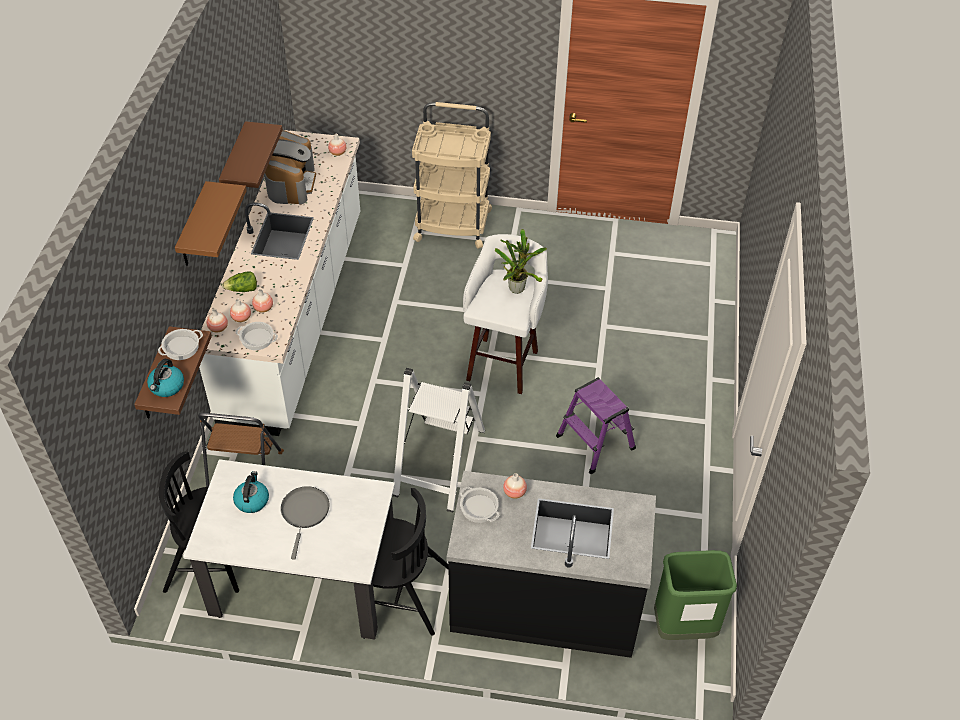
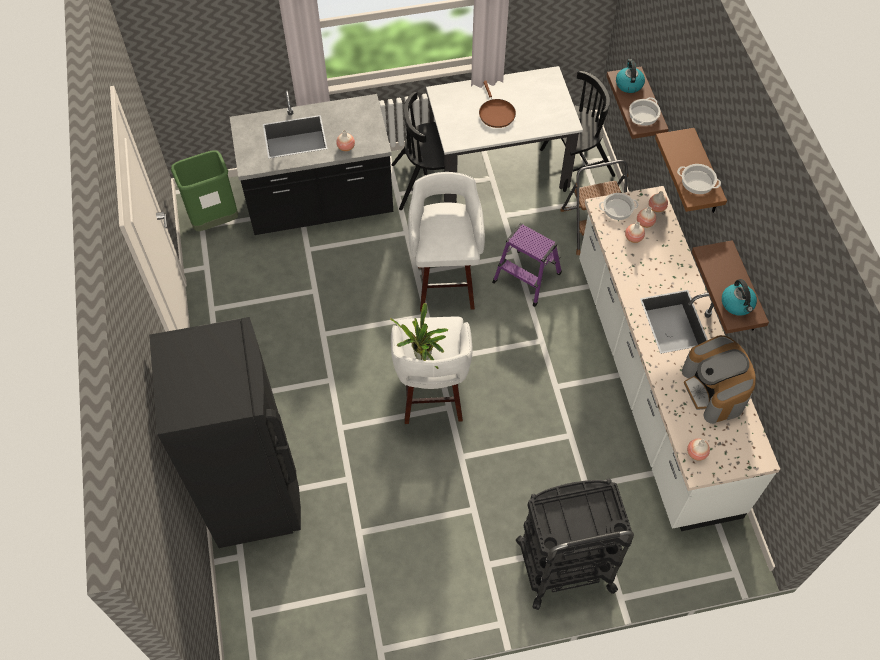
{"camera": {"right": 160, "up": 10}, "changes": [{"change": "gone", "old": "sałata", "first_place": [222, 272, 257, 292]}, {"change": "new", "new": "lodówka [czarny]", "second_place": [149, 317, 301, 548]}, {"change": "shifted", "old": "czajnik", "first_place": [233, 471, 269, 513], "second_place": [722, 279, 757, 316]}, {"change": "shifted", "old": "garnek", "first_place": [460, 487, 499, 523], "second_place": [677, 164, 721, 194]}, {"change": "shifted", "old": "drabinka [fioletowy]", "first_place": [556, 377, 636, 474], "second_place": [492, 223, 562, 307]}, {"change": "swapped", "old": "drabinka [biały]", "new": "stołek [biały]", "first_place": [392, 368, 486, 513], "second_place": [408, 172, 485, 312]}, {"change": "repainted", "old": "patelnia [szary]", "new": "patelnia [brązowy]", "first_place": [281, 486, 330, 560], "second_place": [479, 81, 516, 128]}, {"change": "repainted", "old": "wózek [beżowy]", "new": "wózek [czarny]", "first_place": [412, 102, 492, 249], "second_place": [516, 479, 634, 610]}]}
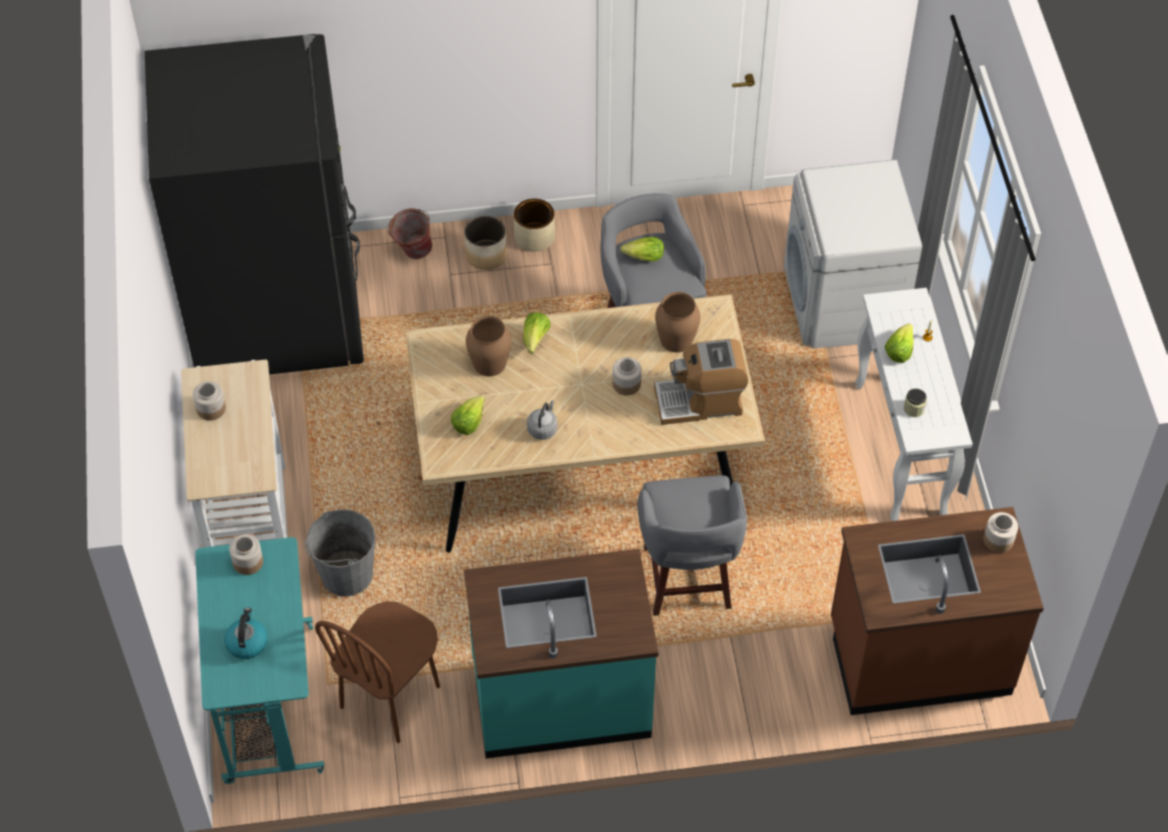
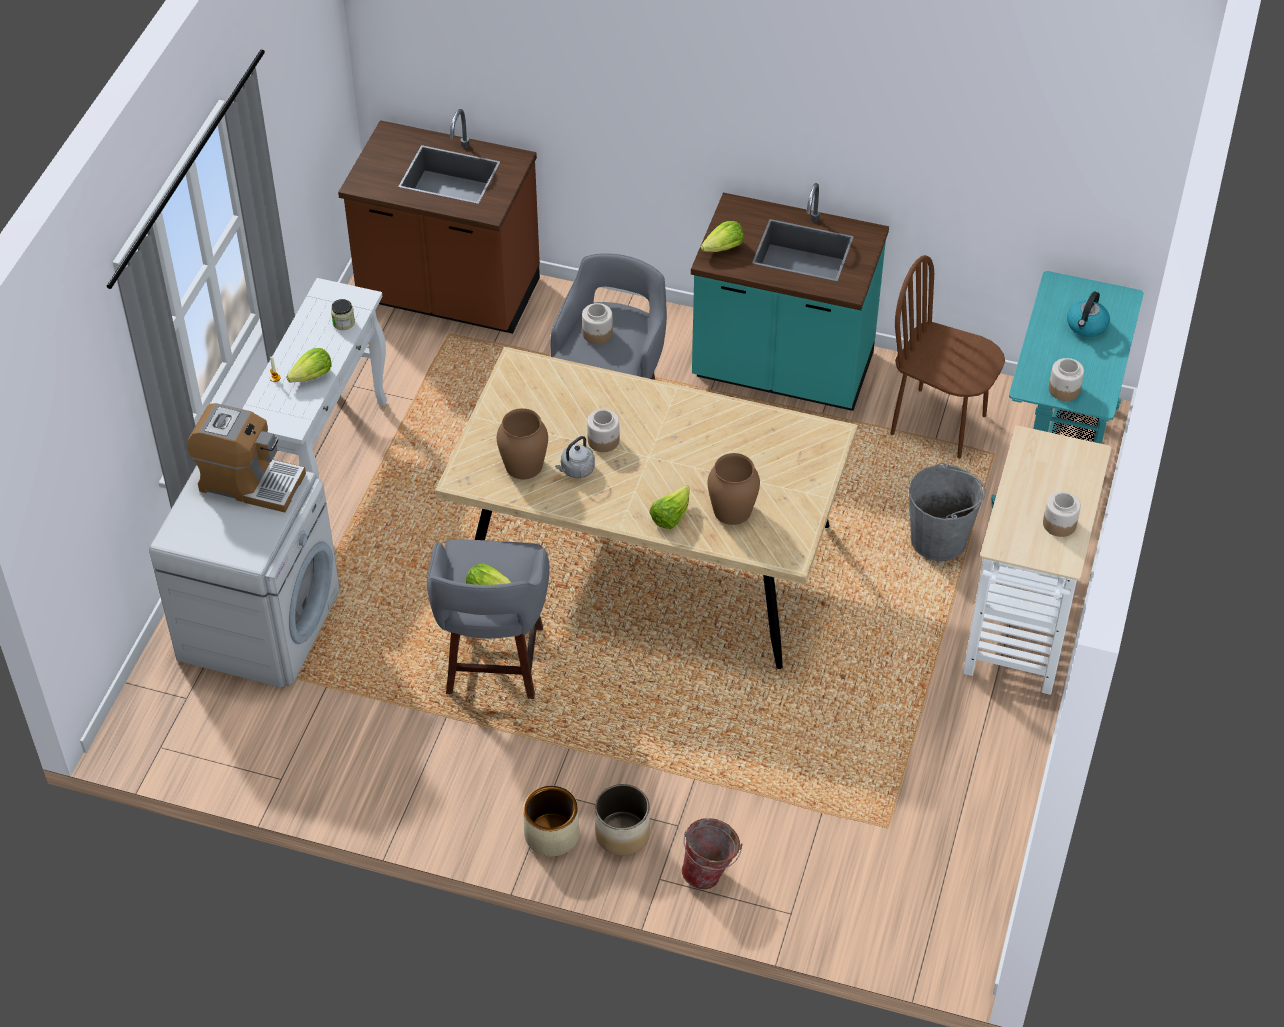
{"camera": {"right": -155, "up": -5}, "changes": [{"change": "gone", "old": "lodówka [czarny]", "first_place": [145, 34, 364, 374]}, {"change": "shifted", "old": "sałata", "first_place": [451, 395, 485, 435], "second_place": [700, 221, 744, 252]}, {"change": "shifted", "old": "czajnik [szary]", "first_place": [527, 400, 558, 440], "second_place": [555, 436, 595, 478]}, {"change": "shifted", "old": "ekspres do kawy", "first_place": [654, 339, 748, 425], "second_place": [187, 403, 306, 512]}, {"change": "shifted", "old": "słoik", "first_place": [983, 512, 1018, 553], "second_place": [582, 303, 613, 344]}, {"change": "rotated", "old": "krzesło [brązowy]", "first_place": [315, 601, 440, 743], "second_place": [890, 255, 1005, 458], "degrees": -120}]}
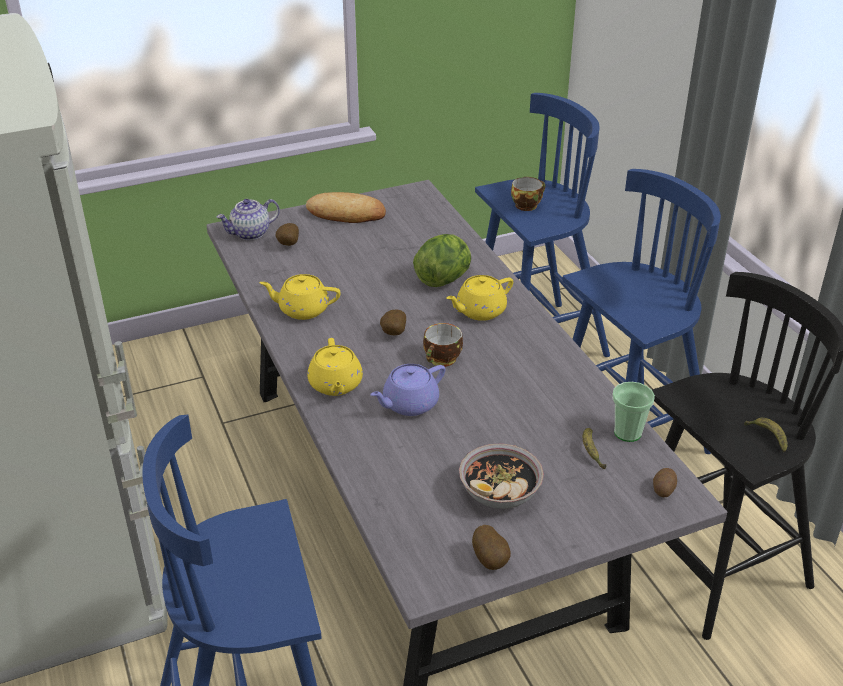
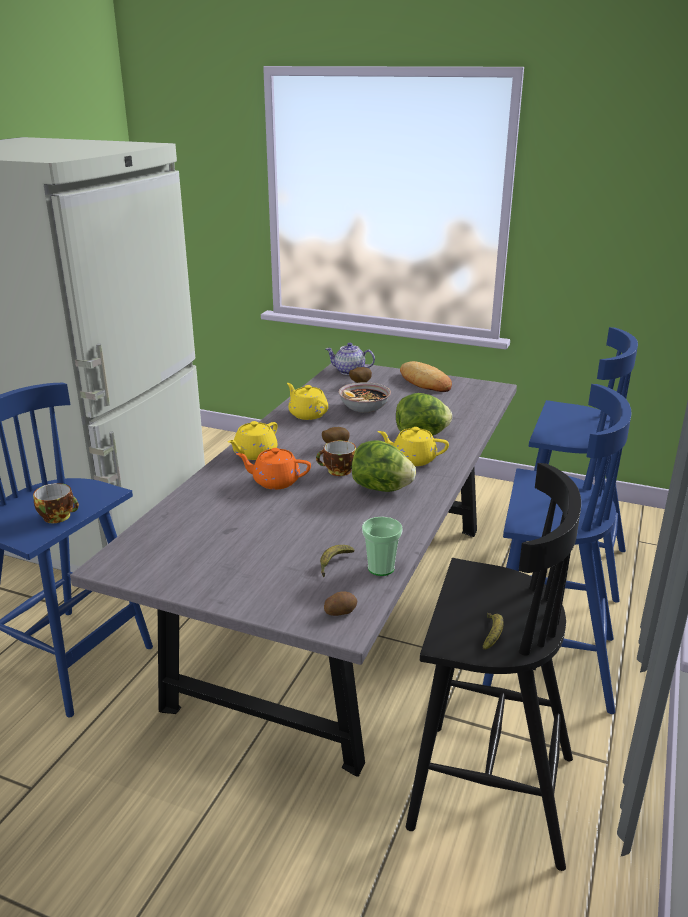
{"camera": {"right": 45, "up": -10}, "changes": [{"change": "gone", "old": "ziemniak", "first_place": [472, 525, 511, 570]}, {"change": "new", "new": "sałata", "second_place": [352, 440, 416, 492]}, {"change": "shifted", "old": "miska", "first_place": [459, 443, 544, 509], "second_place": [338, 382, 391, 413]}, {"change": "shifted", "old": "filiżanka", "first_place": [511, 177, 545, 211], "second_place": [33, 483, 79, 523]}, {"change": "repainted", "old": "imbryk [fioletowy]", "new": "imbryk [pomarańczowy]", "first_place": [370, 364, 445, 416], "second_place": [236, 448, 311, 490]}]}
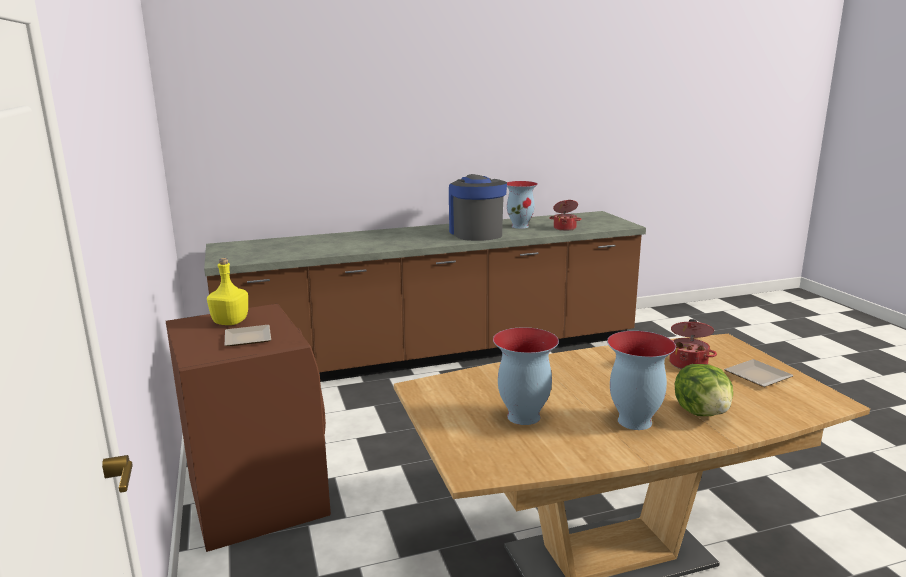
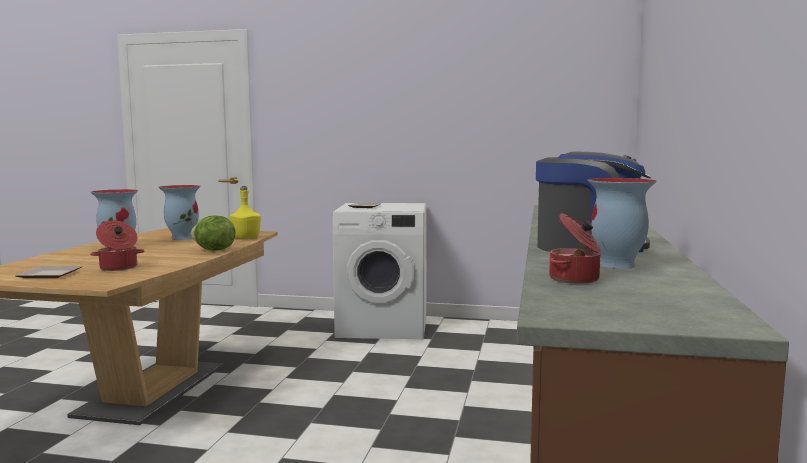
{"camera": {"right": 120, "up": -10}, "changes": [{"change": "shifted", "old": "butelka [żółty]", "first_place": [207, 258, 248, 325], "second_place": [229, 186, 261, 239]}, {"change": "shifted", "old": "sałata", "first_place": [675, 364, 733, 416], "second_place": [191, 216, 236, 251]}, {"change": "repainted", "old": "pralka [brązowy]", "new": "pralka [biały]", "first_place": [166, 304, 331, 552], "second_place": [333, 203, 427, 339]}]}
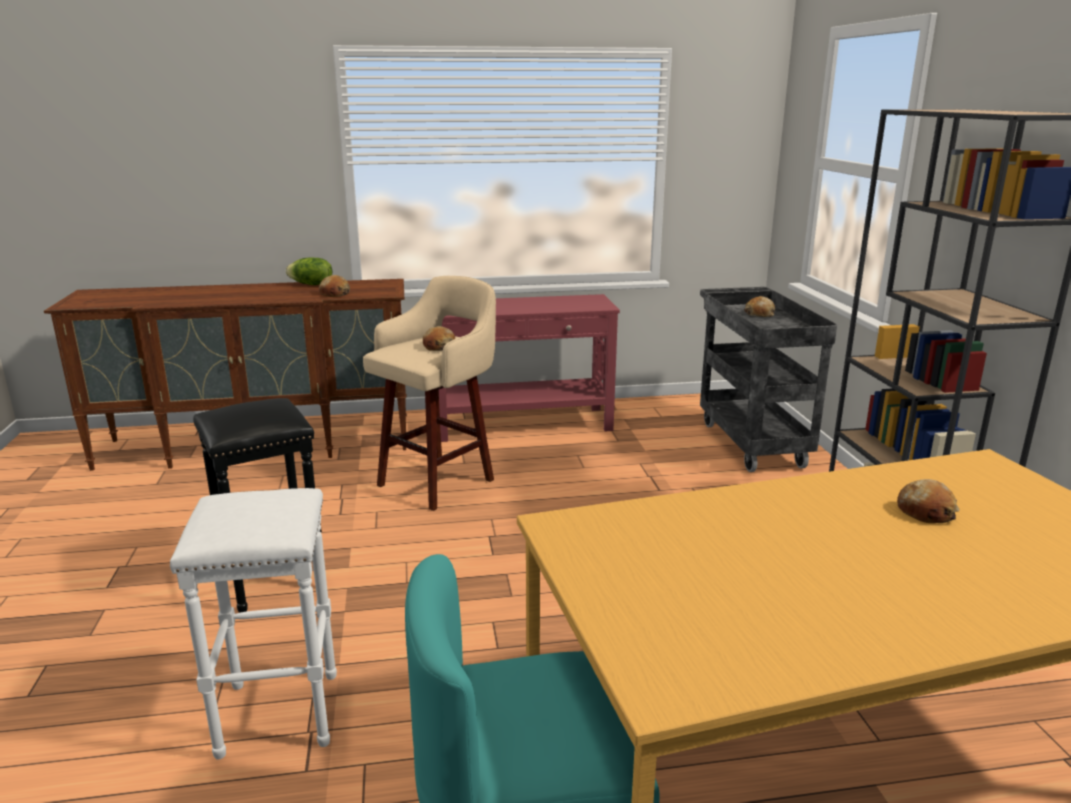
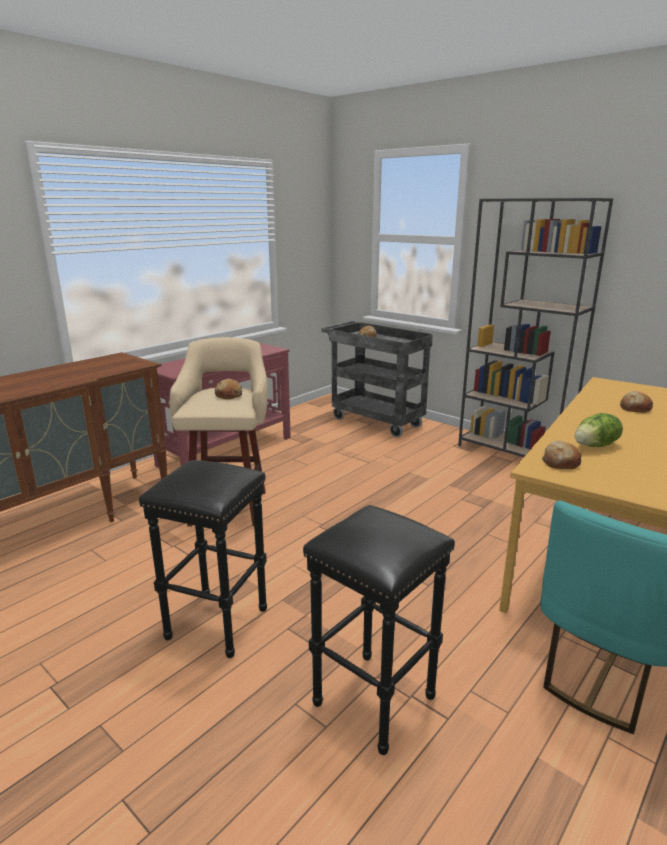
{"camera": {"right": -40, "up": 0}, "changes": [{"change": "shifted", "old": "sałata", "first_place": [286, 257, 332, 285], "second_place": [575, 413, 623, 447]}, {"change": "shifted", "old": "chleb", "first_place": [319, 275, 350, 297], "second_place": [541, 441, 582, 469]}, {"change": "repainted", "old": "stołek [biały]", "new": "stołek [czarny]", "first_place": [170, 488, 337, 759], "second_place": [303, 505, 455, 755]}]}
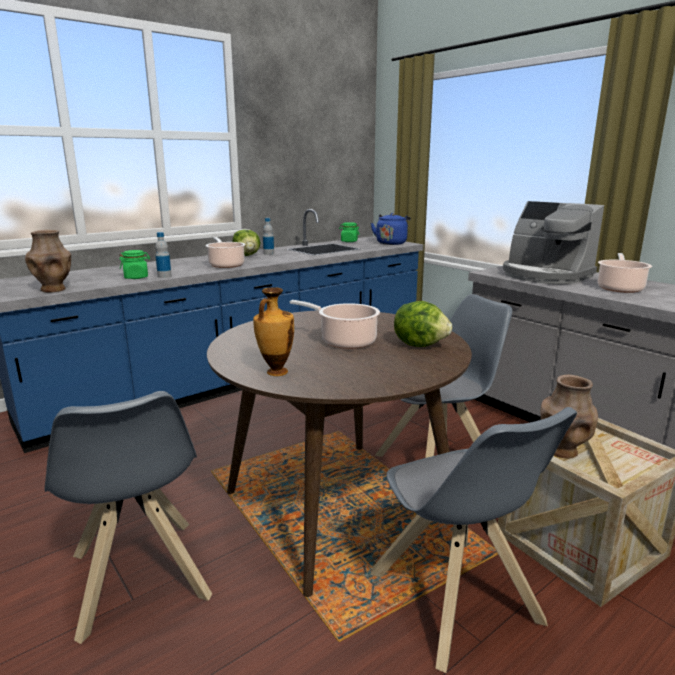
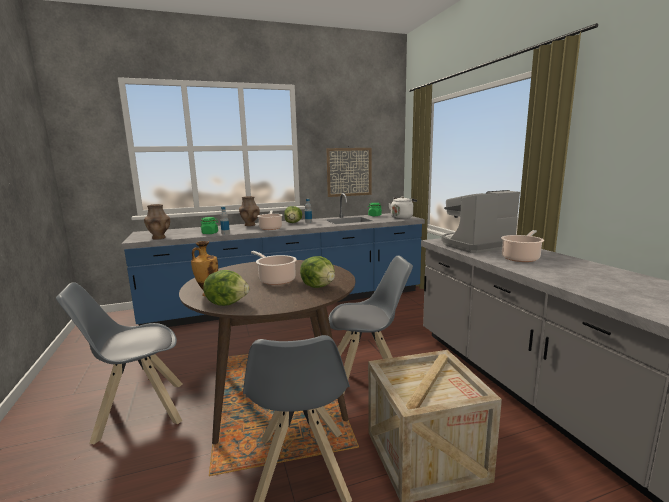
{"camera": {"right": 20, "up": -5}, "changes": [{"change": "new", "new": "sałata", "second_place": [203, 270, 249, 306]}, {"change": "new", "new": "obraz", "second_place": [326, 146, 371, 197]}, {"change": "shifted", "old": "wazon [brązowy]", "first_place": [541, 375, 598, 459], "second_place": [239, 196, 260, 226]}, {"change": "repainted", "old": "czajnik [niebieski]", "new": "czajnik [biały]", "first_place": [371, 213, 411, 245], "second_place": [388, 196, 417, 219]}, {"change": "rotated", "old": "krzesło [szary]", "first_place": [45, 391, 212, 644], "second_place": [56, 282, 183, 444], "degrees": 75}, {"change": "rotated", "old": "ekspres do kawy", "first_place": [503, 201, 604, 285], "second_place": [441, 190, 520, 253], "degrees": 90}]}
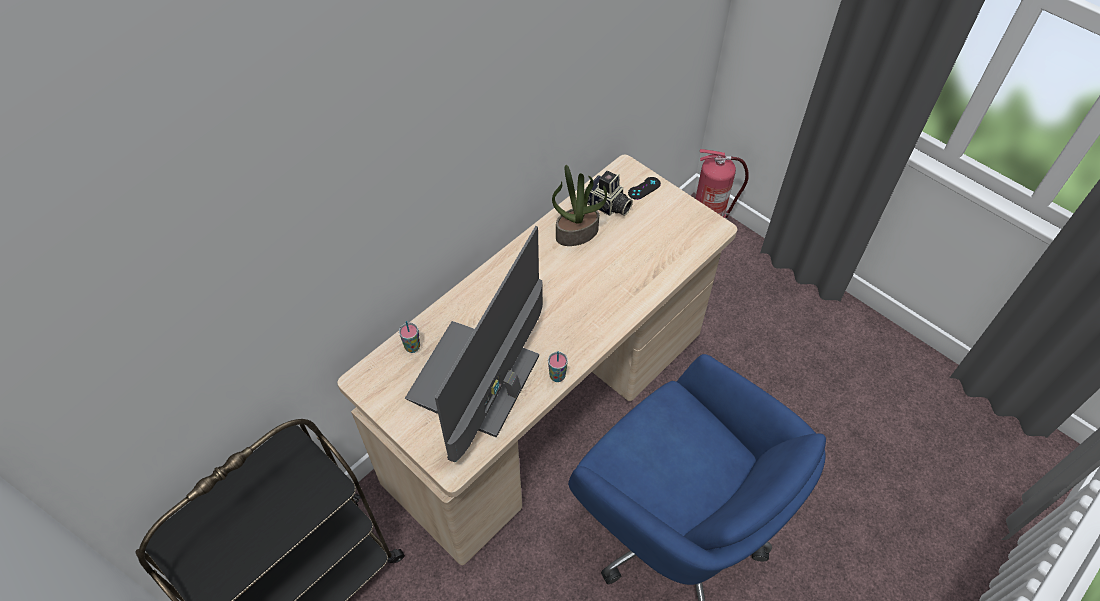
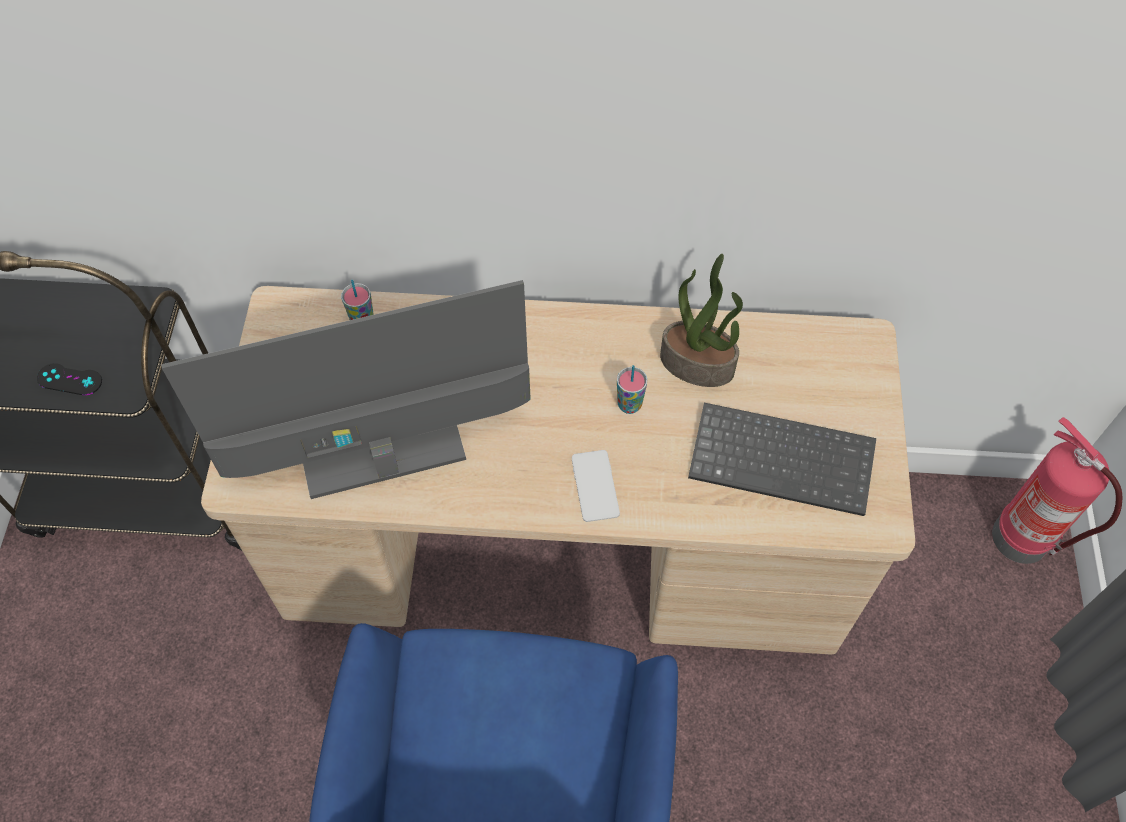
{"camera": {"right": 50, "up": 5}, "changes": [{"change": "gone", "old": "aparat fotograficzny", "first_place": [584, 171, 633, 216]}, {"change": "new", "new": "telefon", "second_place": [572, 450, 620, 522]}, {"change": "new", "new": "klawiatura", "second_place": [688, 403, 876, 516]}, {"change": "shifted", "old": "filiżanka", "first_place": [548, 351, 568, 382], "second_place": [617, 365, 647, 414]}, {"change": "shifted", "old": "pad do gier [czarny]", "first_place": [628, 177, 661, 200], "second_place": [37, 363, 102, 395]}]}
